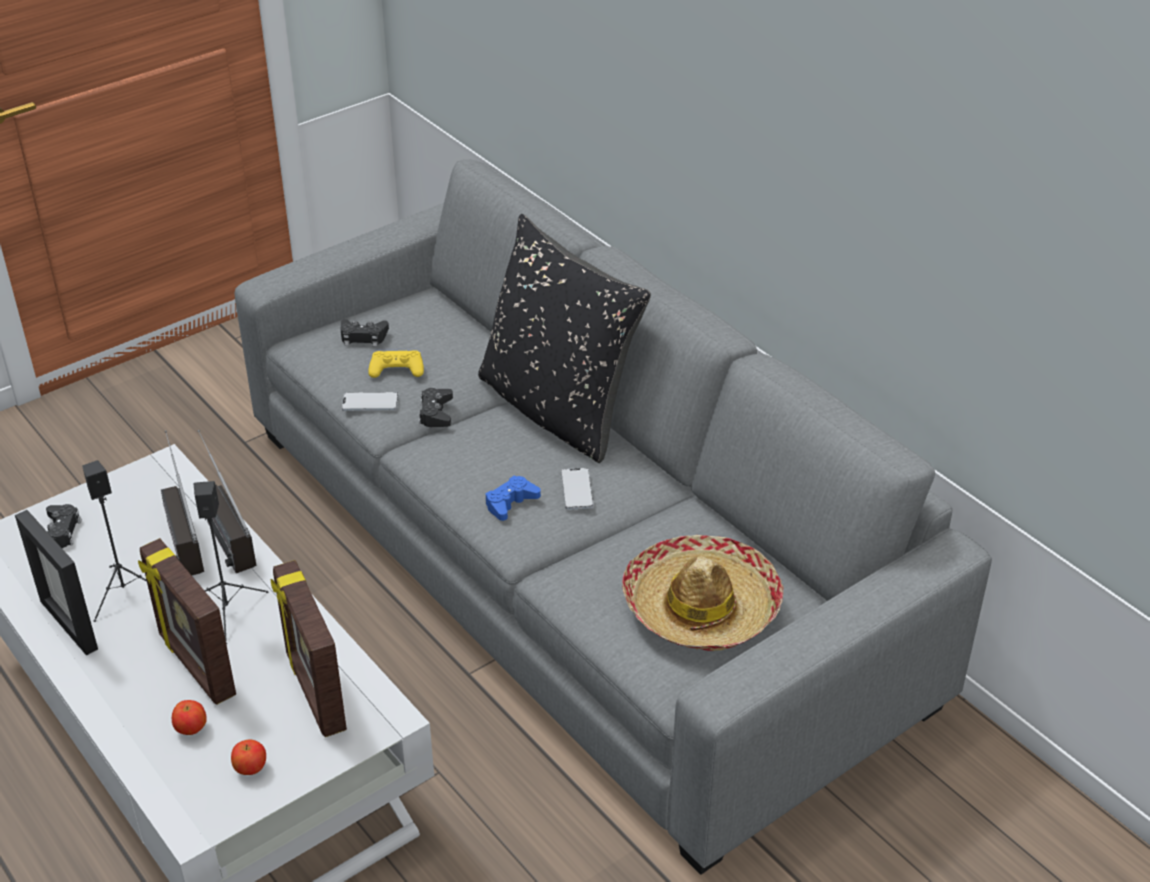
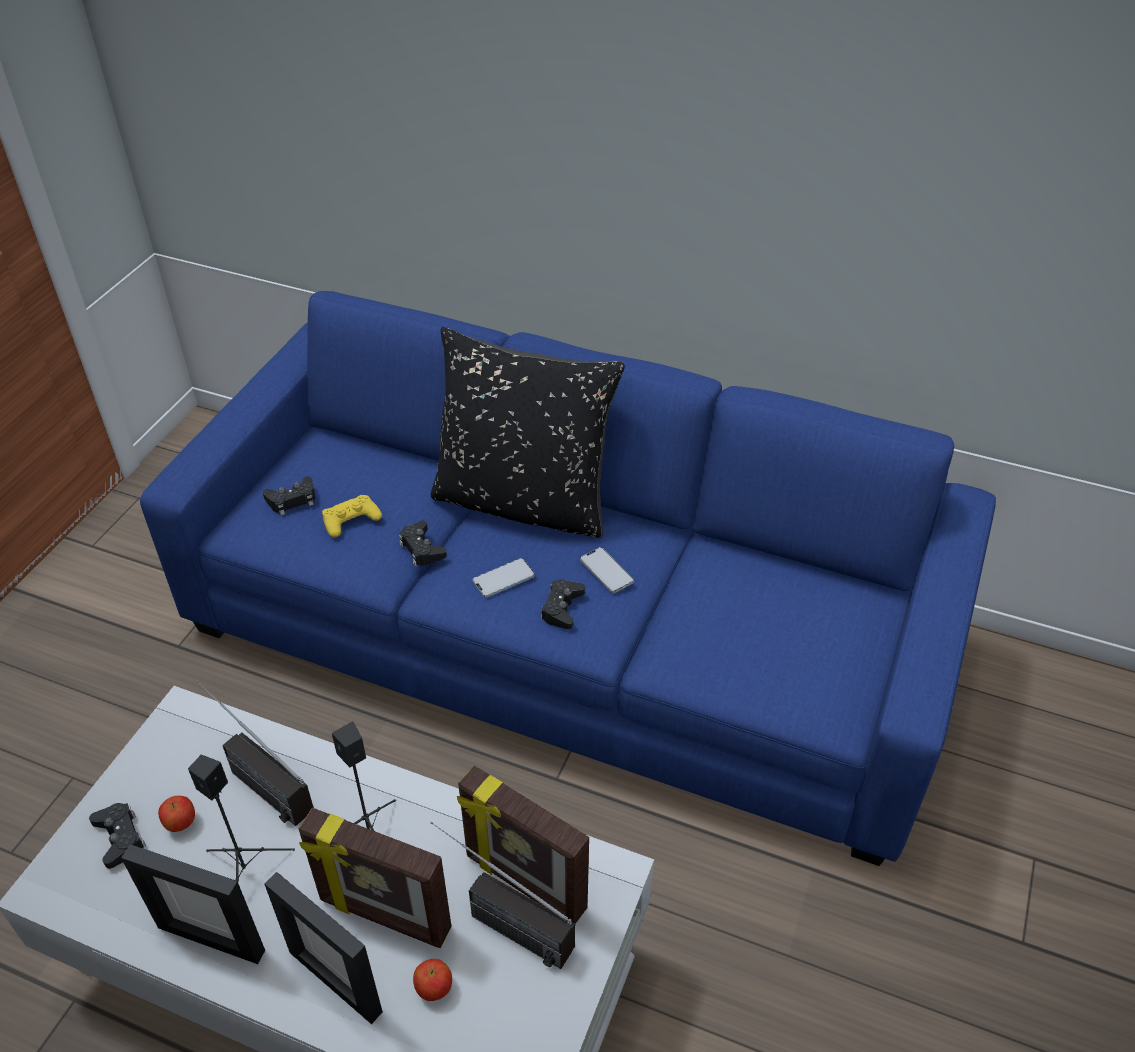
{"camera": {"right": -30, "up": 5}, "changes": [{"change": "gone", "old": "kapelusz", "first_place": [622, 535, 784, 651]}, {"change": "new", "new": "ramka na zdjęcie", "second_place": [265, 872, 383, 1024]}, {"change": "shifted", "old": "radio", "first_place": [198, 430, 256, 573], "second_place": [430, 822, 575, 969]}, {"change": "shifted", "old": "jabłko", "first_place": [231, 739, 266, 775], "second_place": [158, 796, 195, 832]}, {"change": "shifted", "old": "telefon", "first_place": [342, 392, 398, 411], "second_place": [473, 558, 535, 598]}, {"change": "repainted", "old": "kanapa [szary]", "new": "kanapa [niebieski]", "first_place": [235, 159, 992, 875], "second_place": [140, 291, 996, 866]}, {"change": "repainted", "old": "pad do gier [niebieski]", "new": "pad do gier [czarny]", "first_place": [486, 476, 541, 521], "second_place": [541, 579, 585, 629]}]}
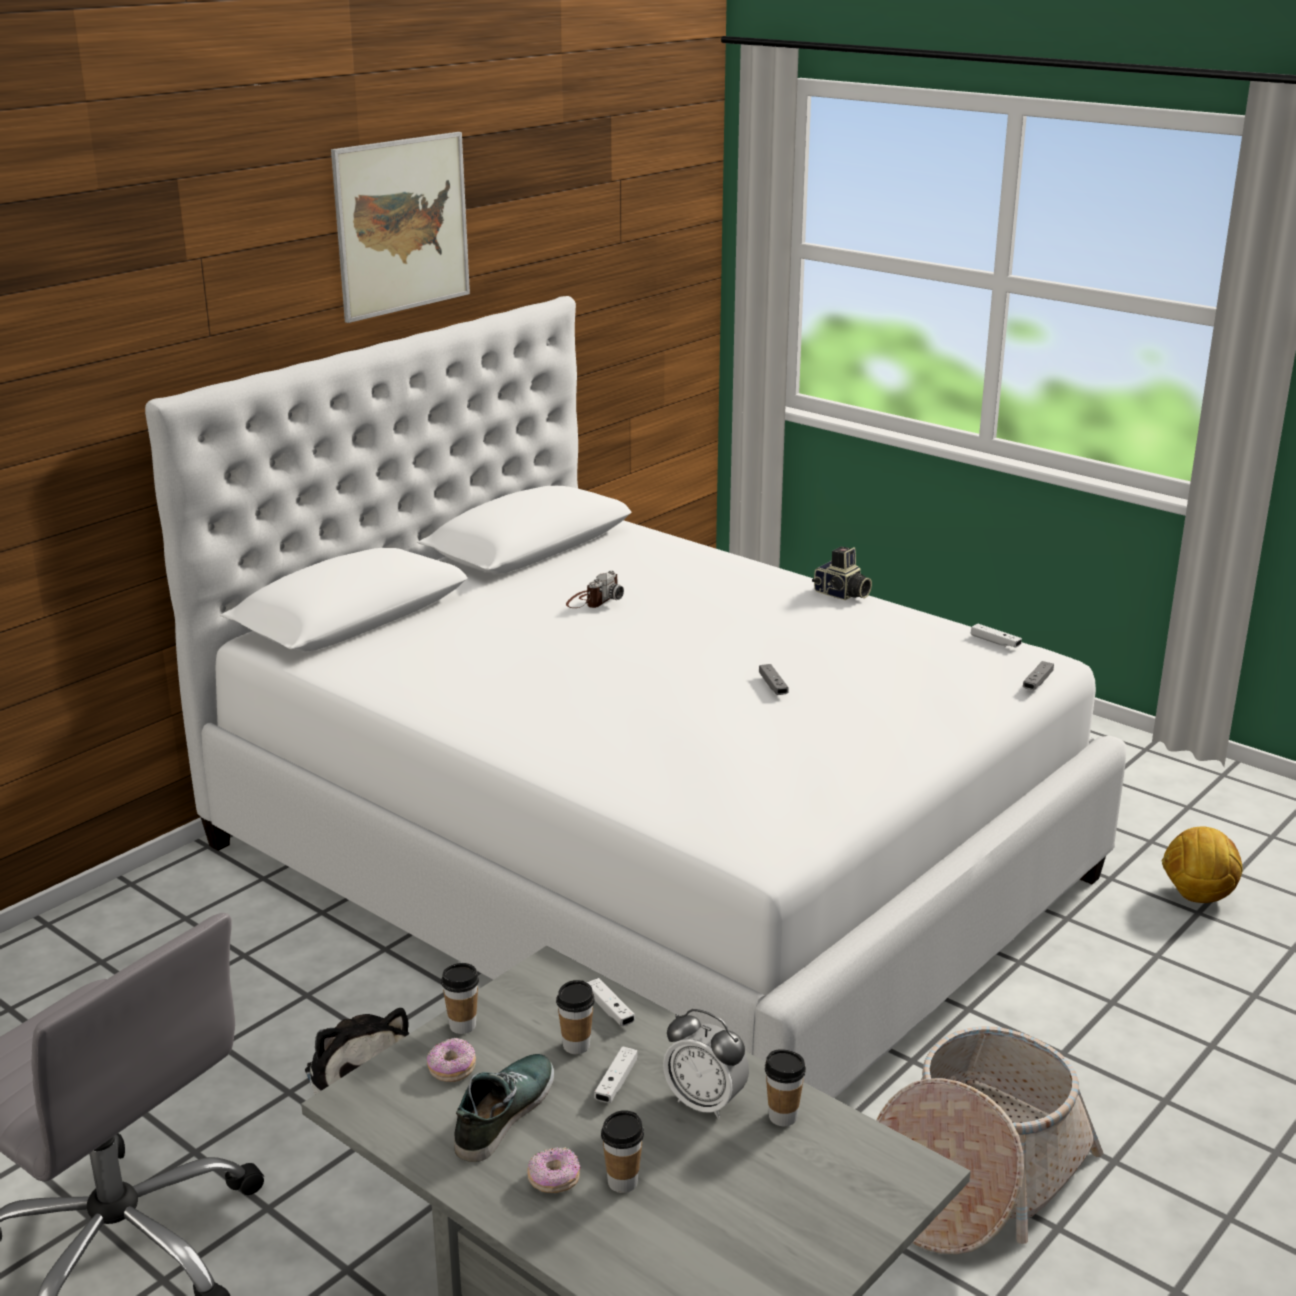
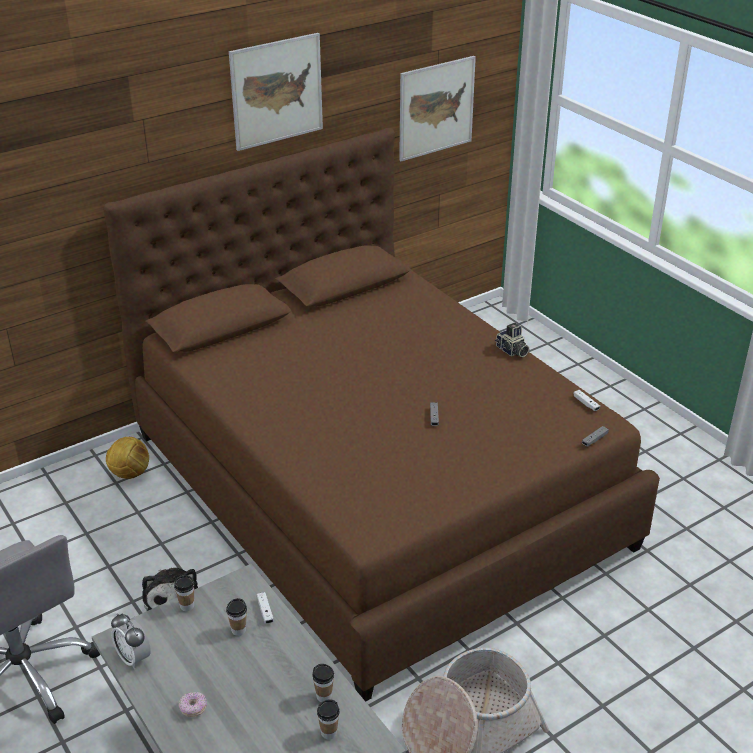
{"camera": {"right": 15, "up": 10}, "changes": [{"change": "gone", "old": "donut", "first_place": [427, 1038, 476, 1082]}, {"change": "gone", "old": "but", "first_place": [454, 1054, 554, 1162]}, {"change": "gone", "old": "aparat fotograficzny", "first_place": [566, 570, 624, 608]}, {"change": "gone", "old": "pad do gier [biały]", "first_place": [594, 1046, 638, 1103]}, {"change": "new", "new": "obraz", "second_place": [399, 56, 476, 161]}, {"change": "shifted", "old": "filiżanka", "first_place": [601, 1110, 644, 1193], "second_place": [317, 699, 340, 740]}, {"change": "shifted", "old": "budzik", "first_place": [663, 1009, 749, 1119], "second_place": [111, 613, 151, 669]}, {"change": "shifted", "old": "piłka futbolowa", "first_place": [1162, 826, 1243, 903], "second_place": [106, 437, 149, 479]}, {"change": "repainted", "old": "łóżko [biały]", "new": "łóżko [brązowy]", "first_place": [145, 296, 1127, 1098], "second_place": [103, 128, 660, 702]}]}
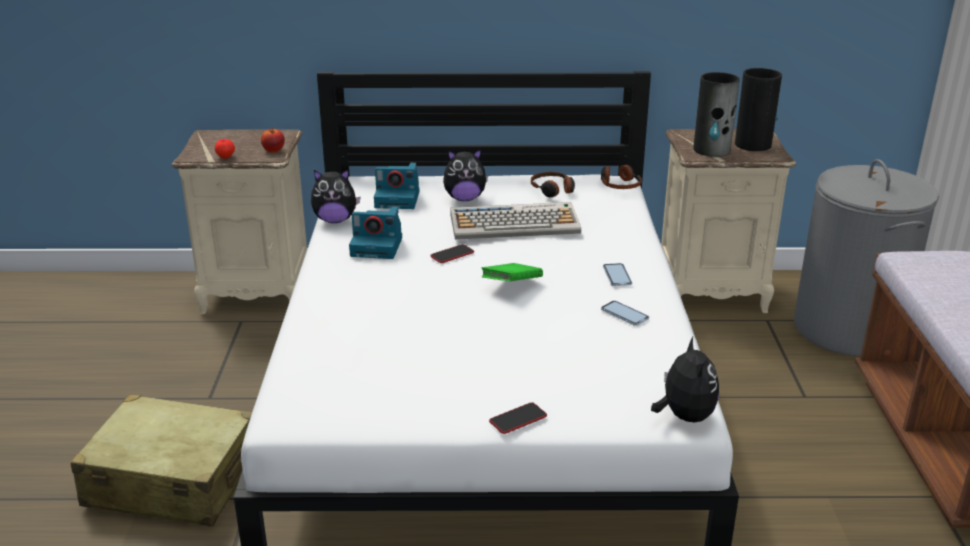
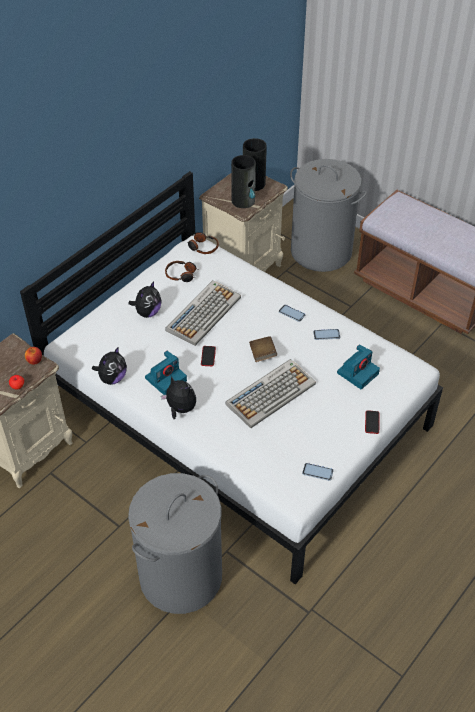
{"camera": {"right": -50, "up": 20}, "changes": [{"change": "new", "new": "klawiatura", "second_place": [226, 359, 316, 428]}, {"change": "new", "new": "telefon", "second_place": [302, 463, 334, 481]}, {"change": "shifted", "old": "aparat fotograficzny", "first_place": [374, 163, 419, 209], "second_place": [337, 344, 380, 389]}, {"change": "shifted", "old": "pluszak", "first_place": [651, 337, 719, 422], "second_place": [161, 376, 196, 419]}, {"change": "swapped", "old": "walizka [beżowy]", "new": "kosz na pranie [szary]", "first_place": [71, 394, 252, 527], "second_place": [128, 473, 222, 614]}, {"change": "repainted", "old": "książka [zielony]", "new": "książka [brązowy]", "first_place": [482, 263, 543, 281], "second_place": [249, 336, 277, 362]}]}
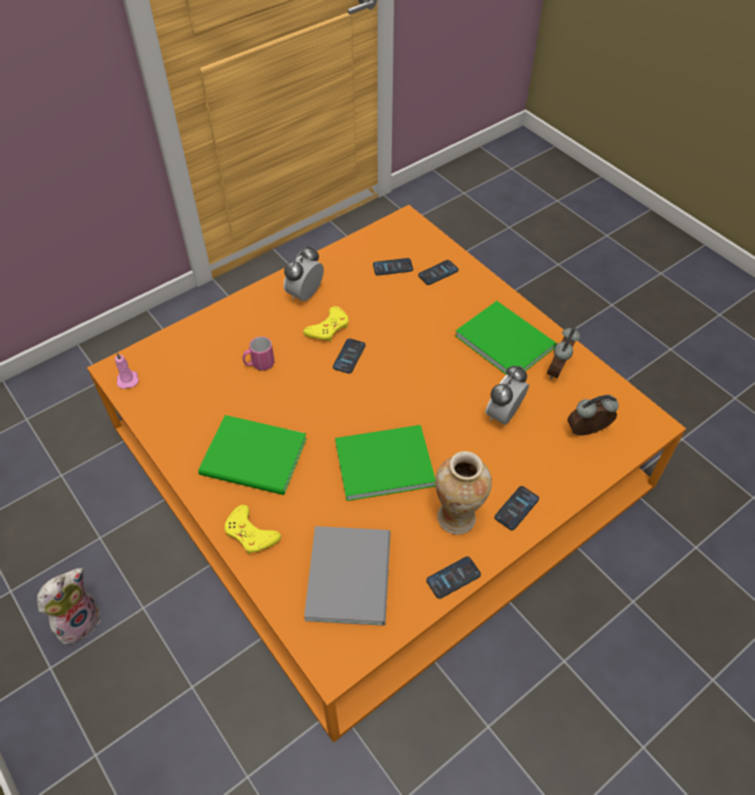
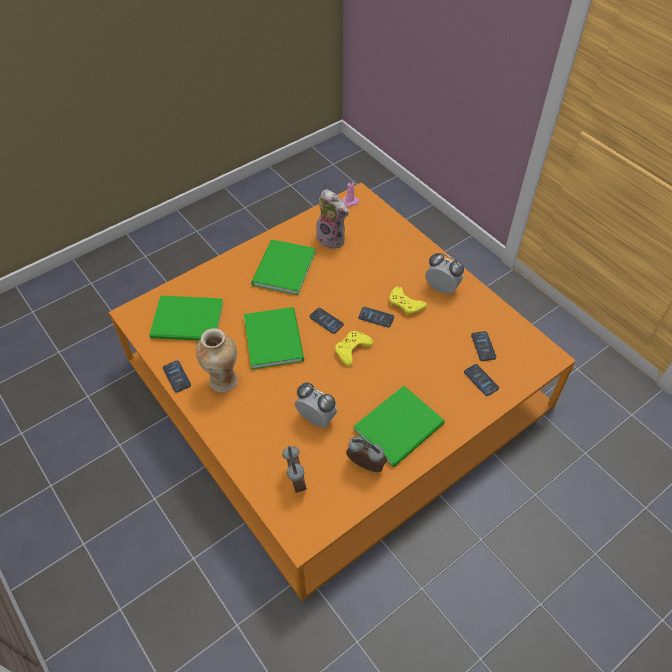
{"camera": {"right": 90, "up": 0}, "changes": [{"change": "gone", "old": "kubek [różowy]", "first_place": [243, 336, 275, 371]}, {"change": "shifted", "old": "pluszak", "first_place": [37, 568, 100, 646], "second_place": [316, 189, 349, 249]}, {"change": "shifted", "old": "pad do gier [żółty]", "first_place": [224, 505, 281, 554], "second_place": [335, 331, 373, 366]}, {"change": "shifted", "old": "telefon", "first_place": [494, 486, 539, 530], "second_place": [309, 308, 344, 334]}, {"change": "repainted", "old": "książka [szary]", "new": "książka [zielony]", "first_place": [304, 526, 390, 626], "second_place": [150, 296, 223, 341]}]}
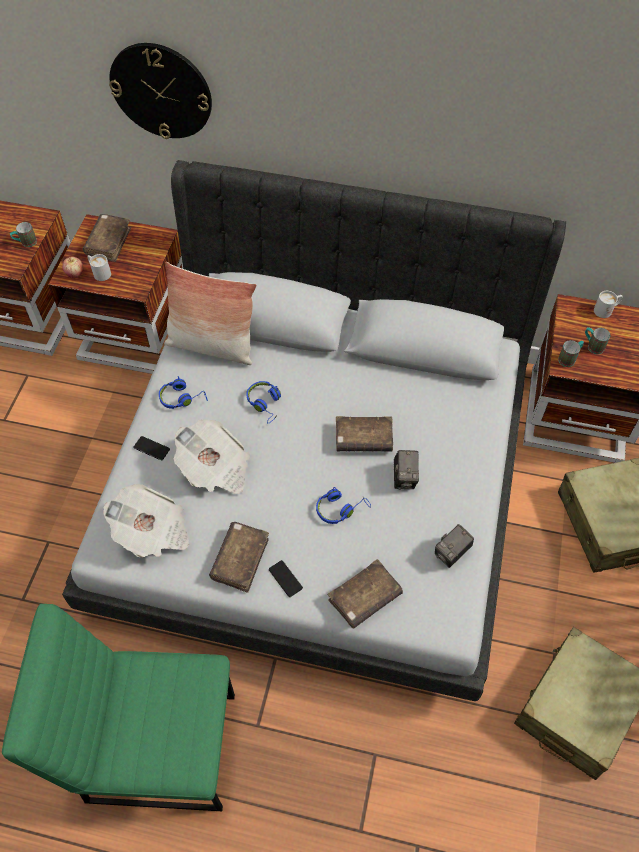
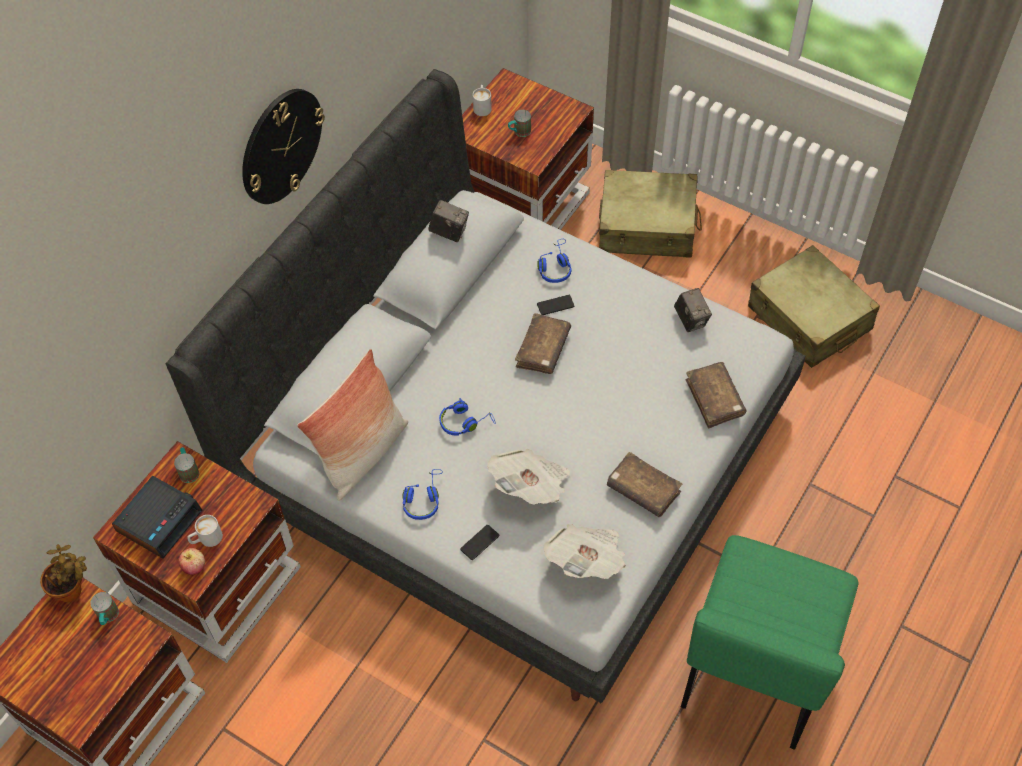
{"camera": {"right": -70, "up": 0}, "changes": [{"change": "new", "new": "roślina doniczkowa", "second_place": [40, 544, 87, 602]}, {"change": "shifted", "old": "zegar ścienny", "first_place": [109, 43, 212, 139], "second_place": [242, 89, 325, 204]}, {"change": "shifted", "old": "telefon", "first_place": [269, 560, 303, 597], "second_place": [537, 295, 574, 315]}, {"change": "shifted", "old": "słuchawki [niebieski]", "first_place": [316, 487, 371, 524], "second_place": [537, 239, 572, 283]}, {"change": "shifted", "old": "aparat fotograficzny", "first_place": [394, 450, 419, 490], "second_place": [428, 200, 469, 242]}, {"change": "shifted", "old": "kubek", "first_place": [558, 340, 584, 367], "second_place": [174, 447, 199, 483]}, {"change": "swapped", "old": "książka [brązowy]", "new": "budzik", "first_place": [83, 214, 131, 262], "second_place": [112, 475, 202, 559]}]}
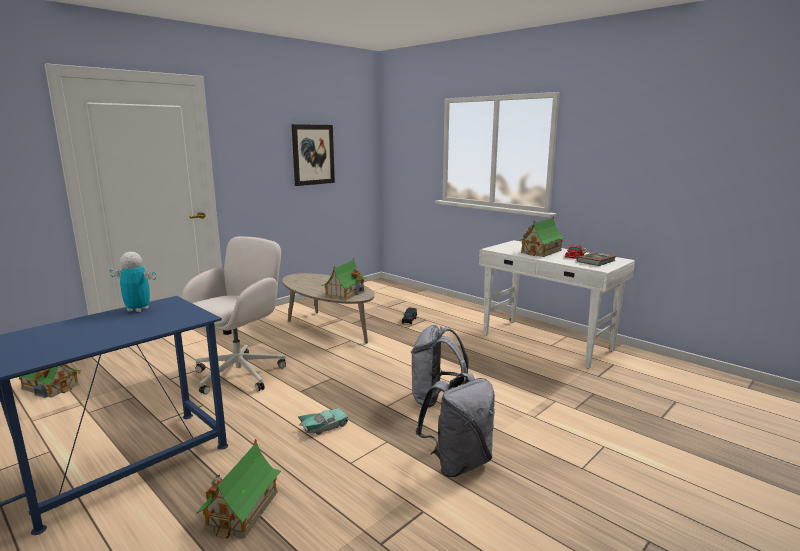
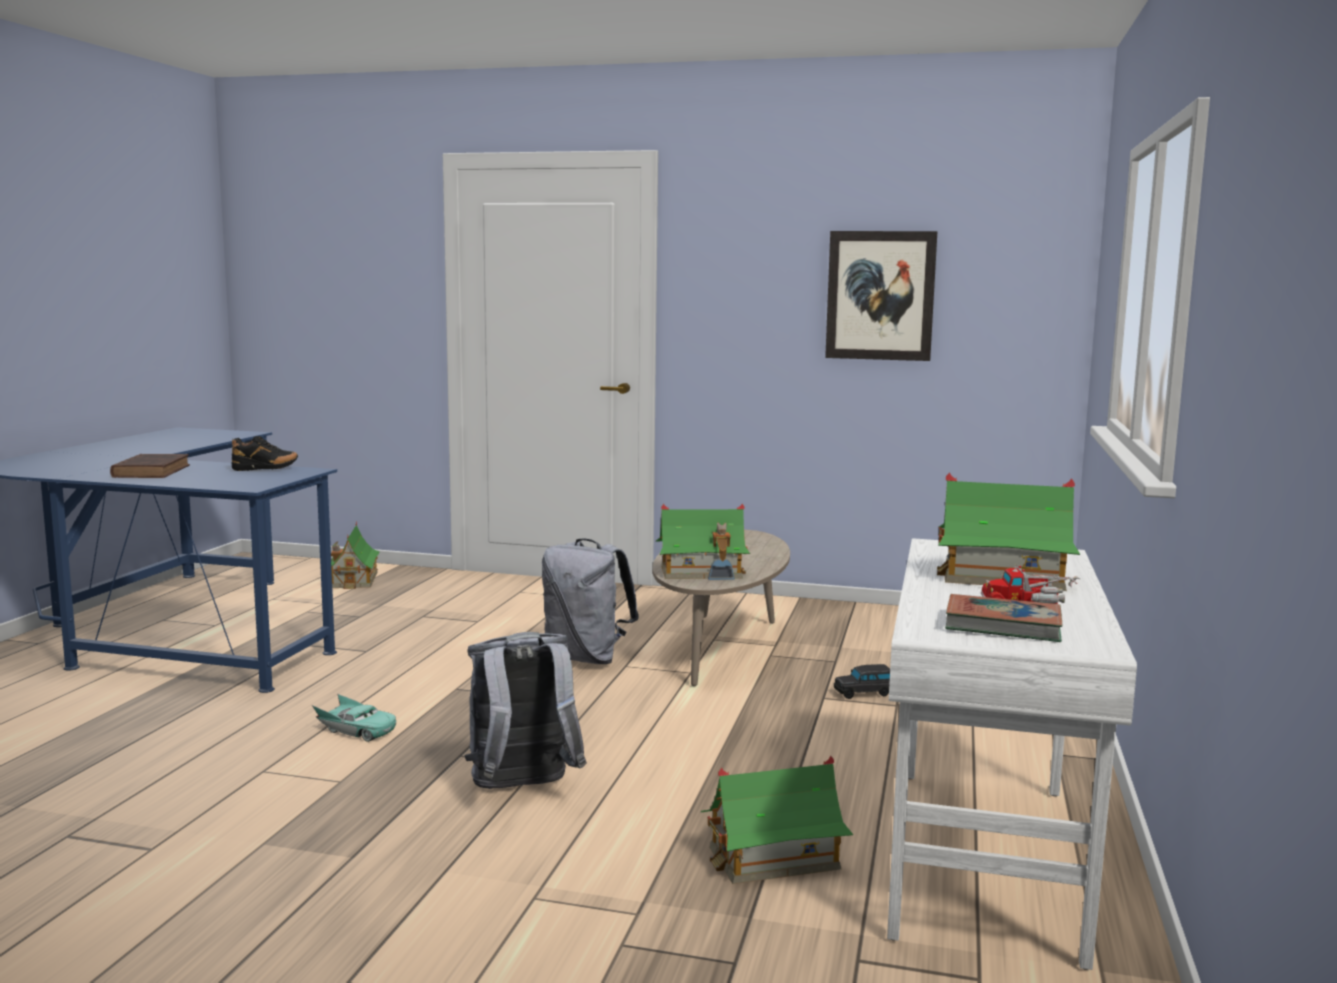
{"camera": {"right": 60, "up": -5}, "changes": [{"change": "gone", "old": "krzesło biurowe [biały]", "first_place": [181, 236, 286, 394]}, {"change": "new", "new": "książka [brązowy]", "second_place": [110, 454, 190, 478]}, {"change": "shifted", "old": "domek", "first_place": [196, 439, 281, 538], "second_place": [701, 756, 853, 884]}, {"change": "shifted", "old": "plecak [szary]", "first_place": [416, 373, 495, 477], "second_place": [542, 538, 639, 664]}, {"change": "swapped", "old": "robot zabawkowy", "new": "but [czarny]", "first_place": [110, 252, 157, 312], "second_place": [232, 436, 298, 471]}]}
